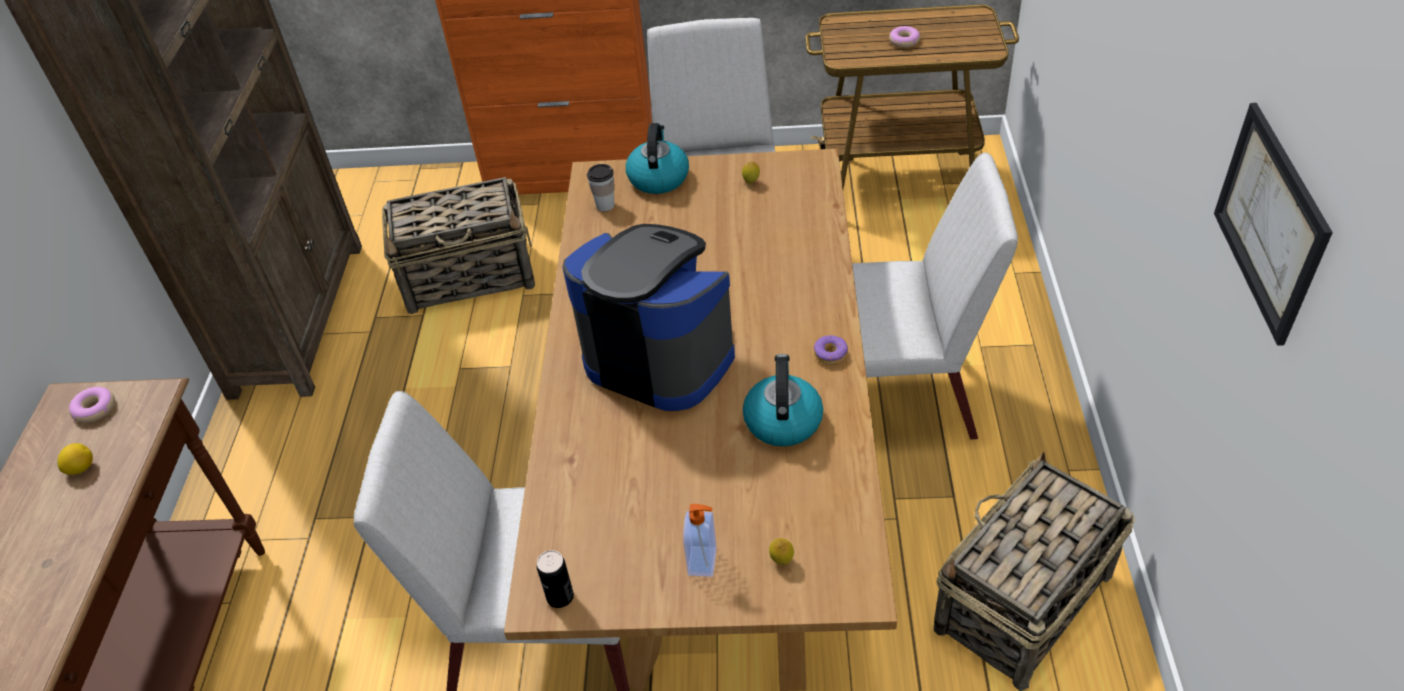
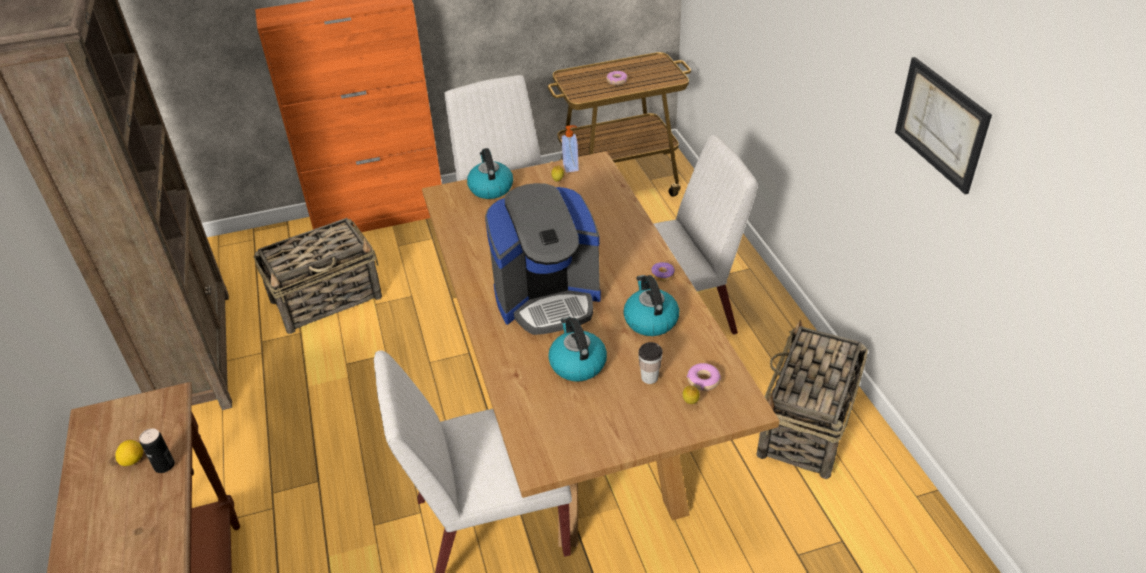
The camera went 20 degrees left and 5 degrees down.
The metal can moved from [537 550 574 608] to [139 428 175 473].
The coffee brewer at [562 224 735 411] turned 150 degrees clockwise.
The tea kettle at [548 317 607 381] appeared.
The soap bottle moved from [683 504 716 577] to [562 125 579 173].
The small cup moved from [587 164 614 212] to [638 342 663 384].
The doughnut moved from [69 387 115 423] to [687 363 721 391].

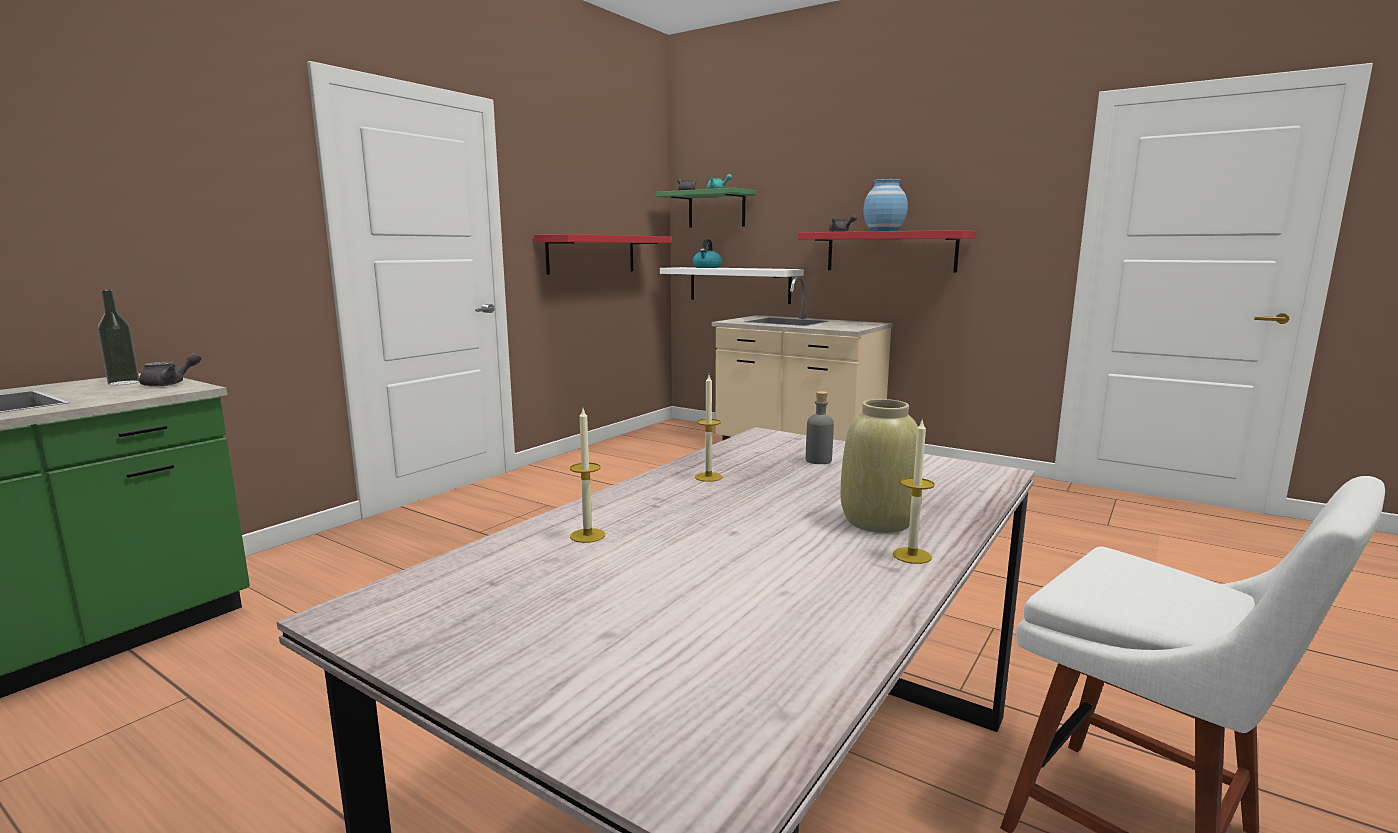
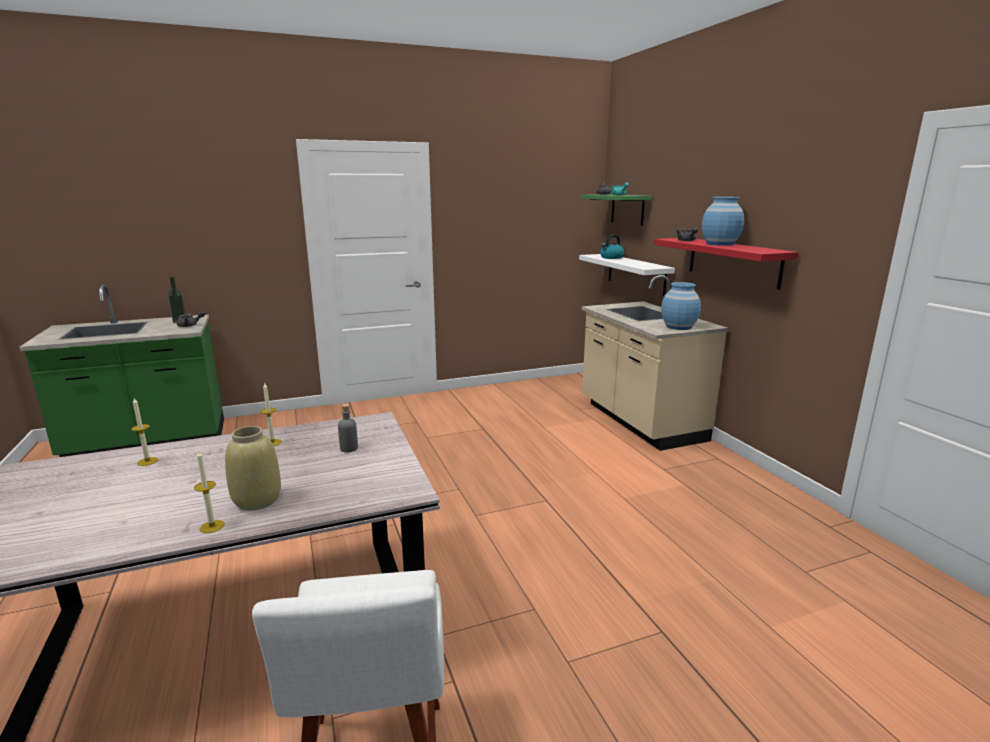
The camera went 35 degrees right and 5 degrees up.
The blue flower vase at [661 282 701 330] appeared.
The red-coloured bracket shelf at [534 234 672 275] disappeared.

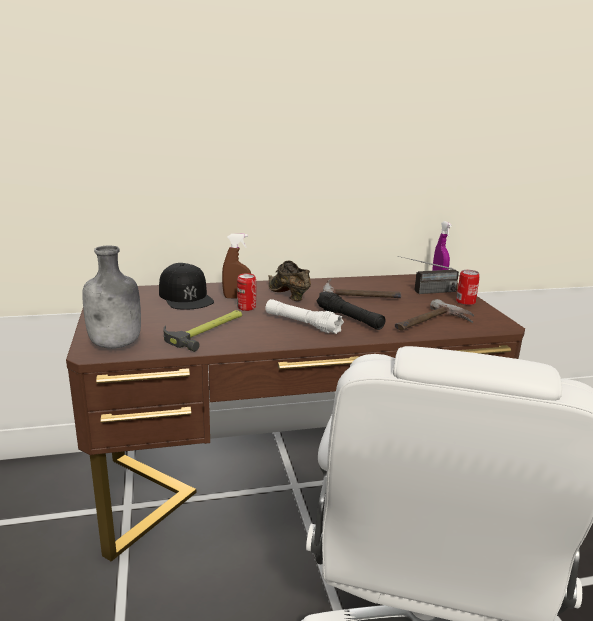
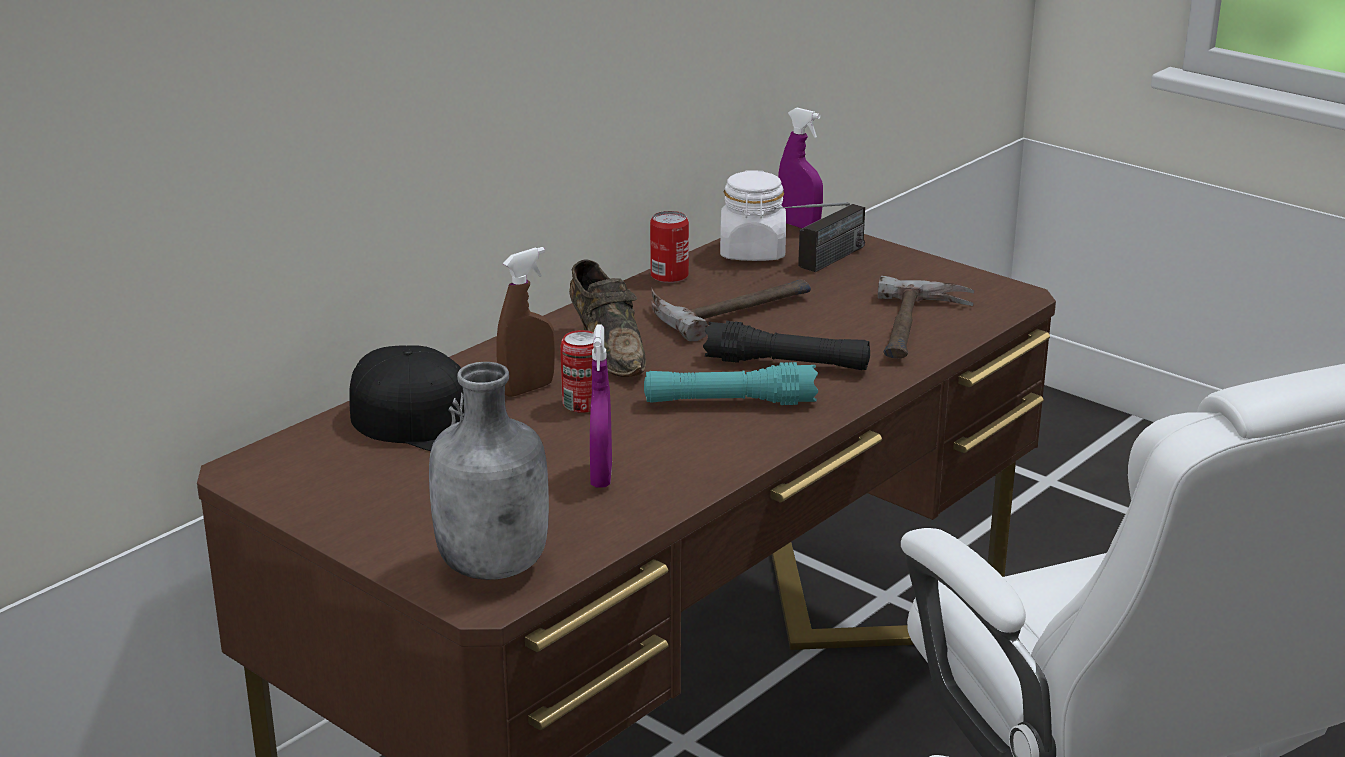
The camera went 35 degrees left and 5 degrees up.
The brownish shoe at [268 260 311 301] turned 135 degrees counterclockwise.
The hammer at [163 310 242 352] was replaced by the purple-coloured spray bottle at [590 324 612 488].
The white-coloured hand torch at [265 299 344 334] became the blue-green hand torch at [644 362 818 405].
The metal can moved from [456 270 480 305] to [650 211 689 283].
The white-coloured preserve jar at [720 170 786 261] appeared.

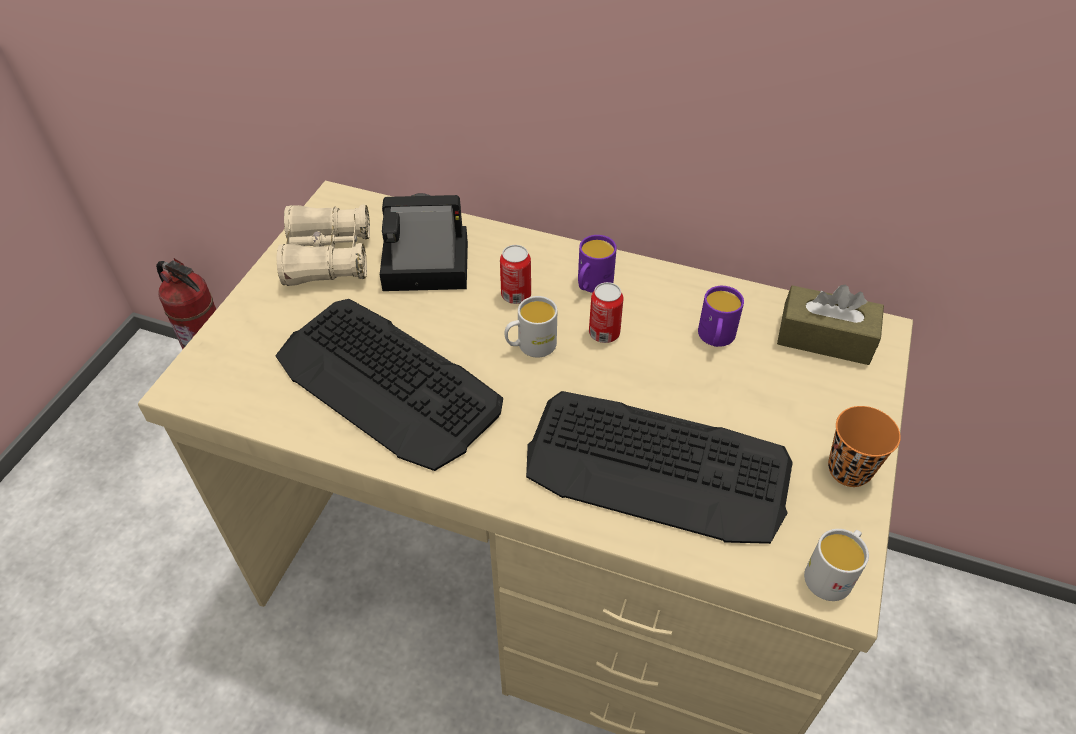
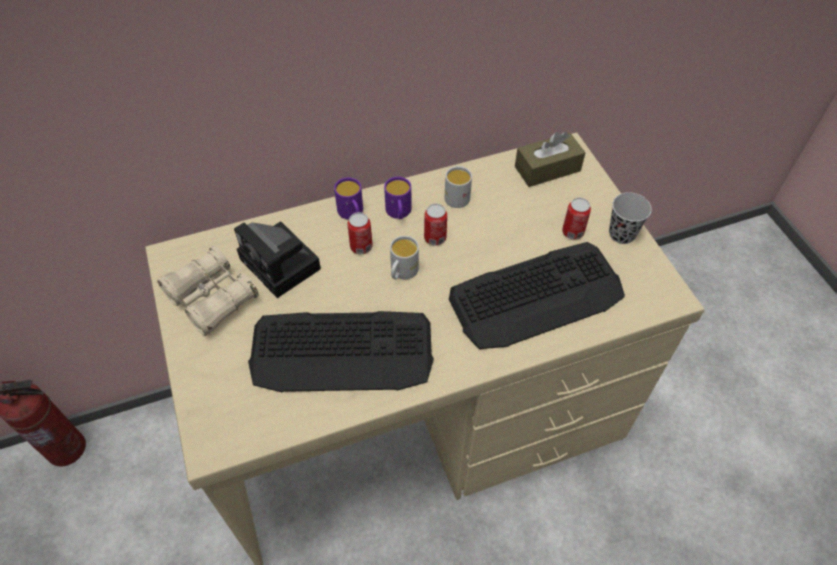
The camera went 40 degrees left and 5 degrees up.
The photo camera at [380 193 468 291] turned 90 degrees counterclockwise.
The purple-coloured coffee mug moved from [698 286 744 347] to [334 177 363 219].
The white-coloured coffee mug moved from [804 529 869 601] to [445 166 472 208].
The metal can at [562 198 591 239] appeared.
The orange small cup at [828 406 901 487] became the blackish small cup at [609 192 652 244].

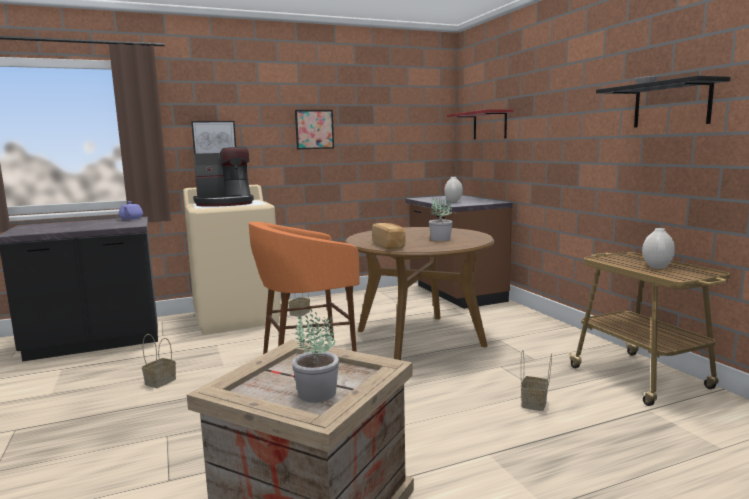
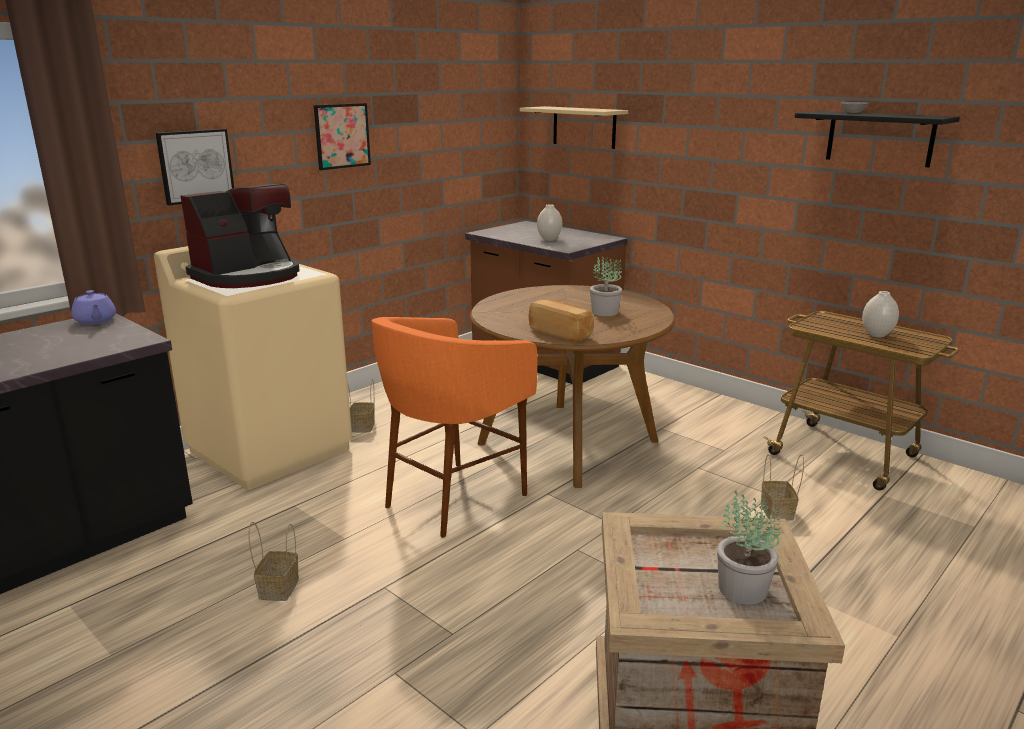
The camera went 25 degrees left and 10 degrees up.
The red-coloured bracket shelf at [447 109 513 140] became the beige-coloured bracket shelf at [520 106 628 149].

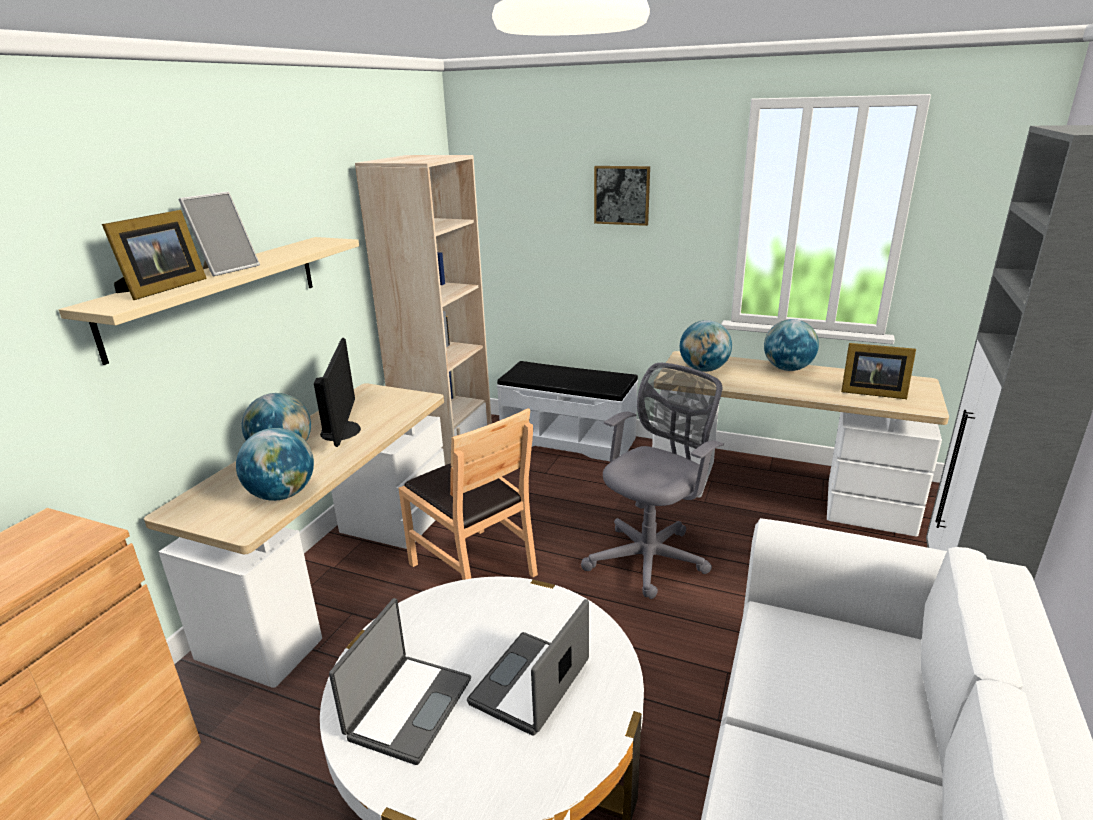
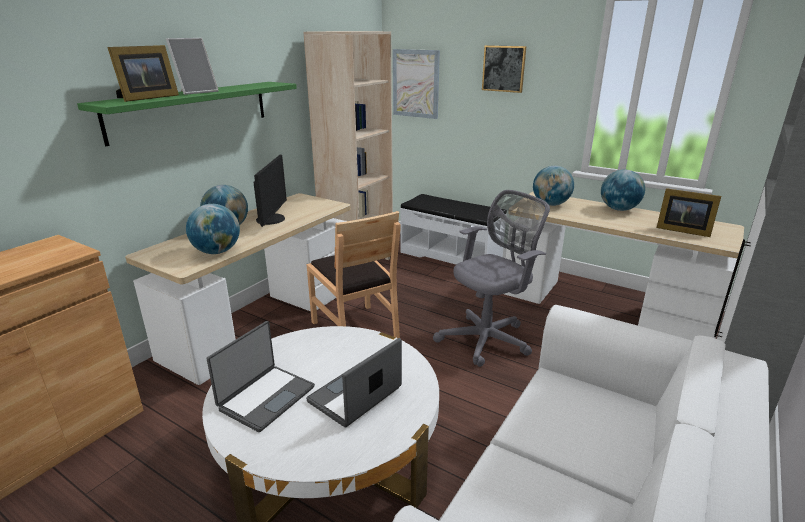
The camera went 10 degrees right and 0 degrees up.
The beige-coloured bracket shelf at [59 237 359 365] became the green-coloured bracket shelf at [77 82 297 146].
The wall art at [393 49 440 119] appeared.

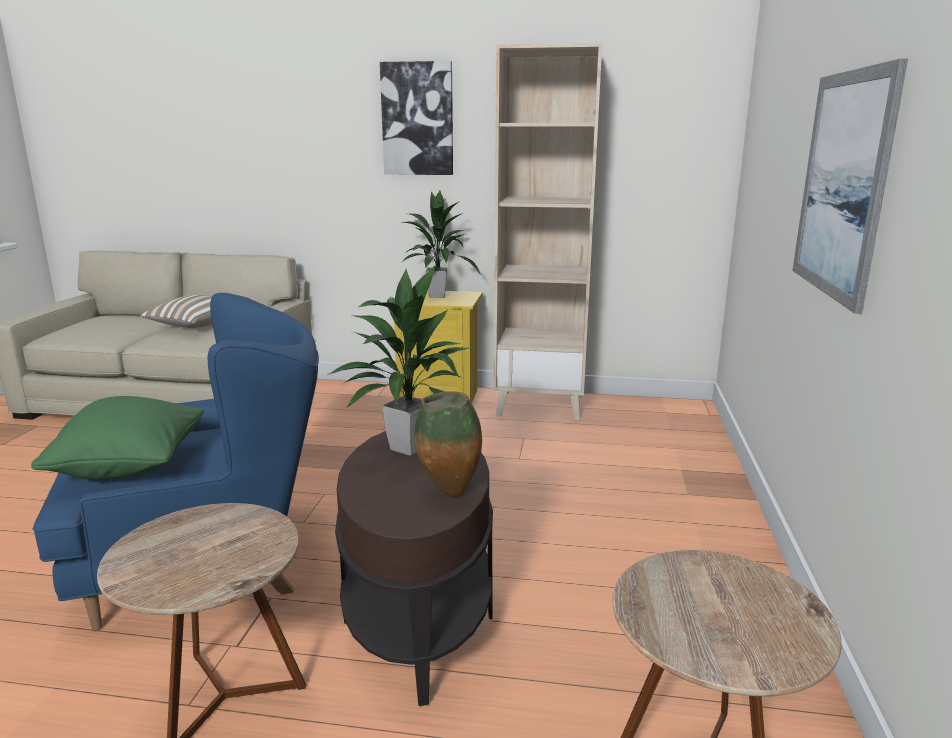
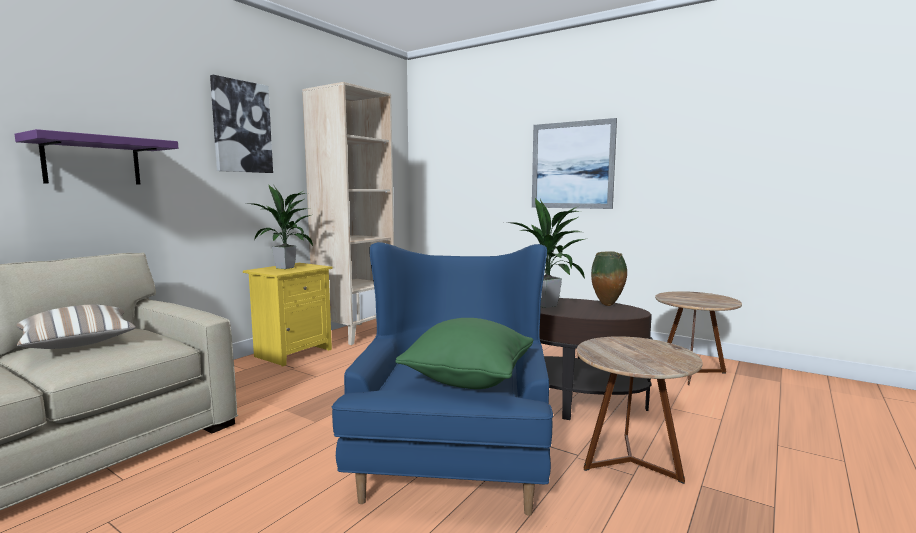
The camera went 65 degrees left and 10 degrees down.
The purple-coloured bracket shelf at [15 129 178 185] appeared.

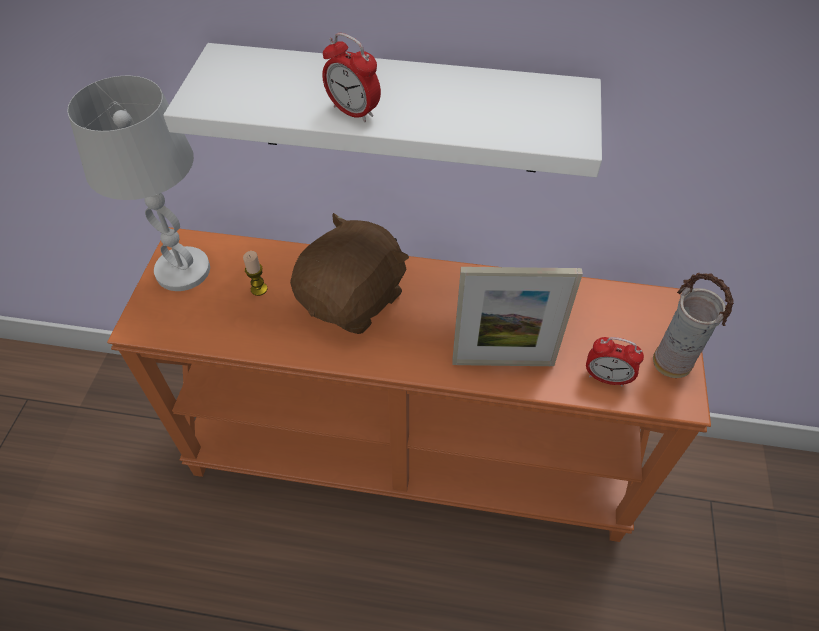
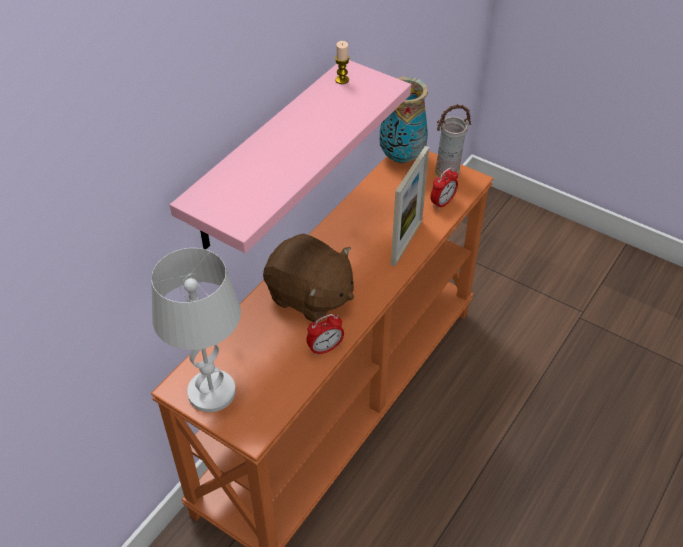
The camera went 65 degrees left and 5 degrees down.
The white-coloured bracket shelf at [163 43 602 177] became the pink-coloured bracket shelf at [170 60 411 253].
The brownish plush toy at [290 213 409 334] turned 150 degrees clockwise.
The bedside clock moved from [322 33 381 122] to [306 314 344 356].
The wax candle moved from [243 251 268 296] to [335 41 349 84].
The flower vase at [380 77 428 164] appeared.

